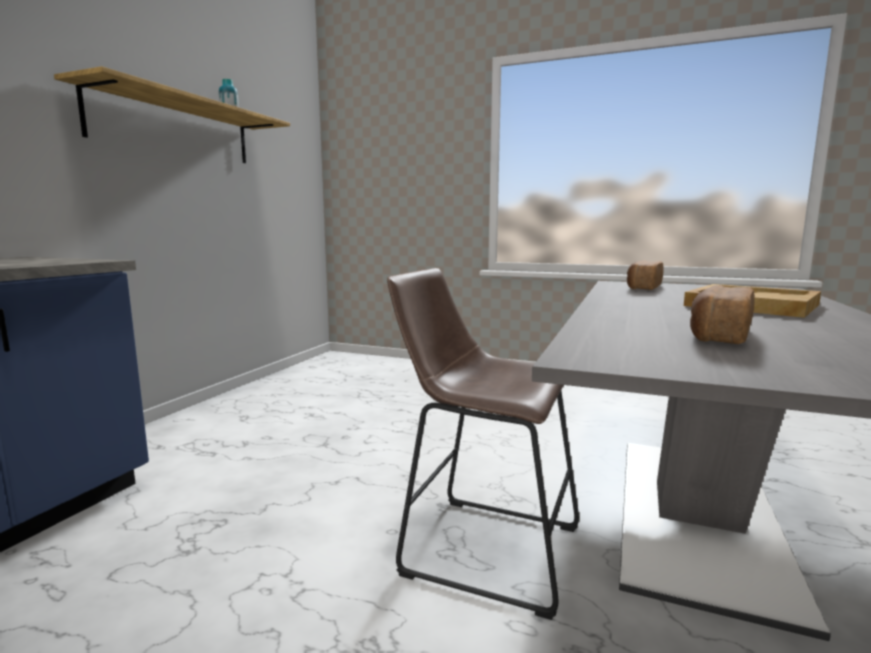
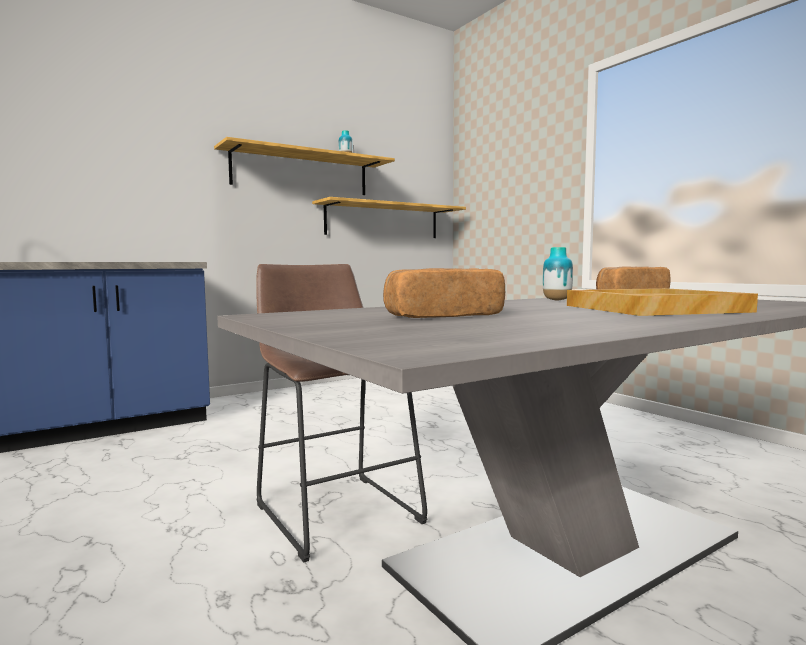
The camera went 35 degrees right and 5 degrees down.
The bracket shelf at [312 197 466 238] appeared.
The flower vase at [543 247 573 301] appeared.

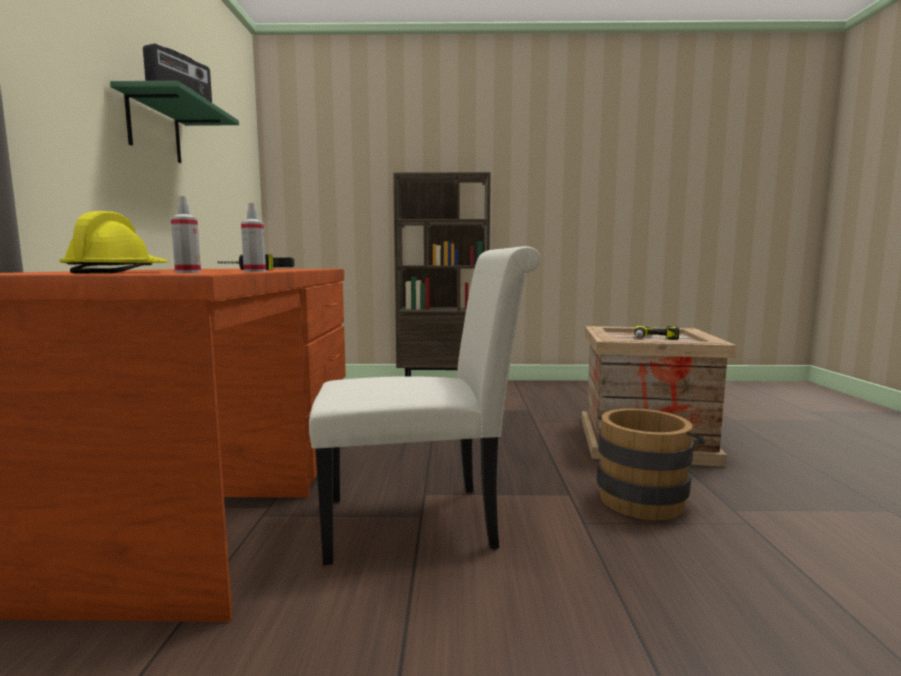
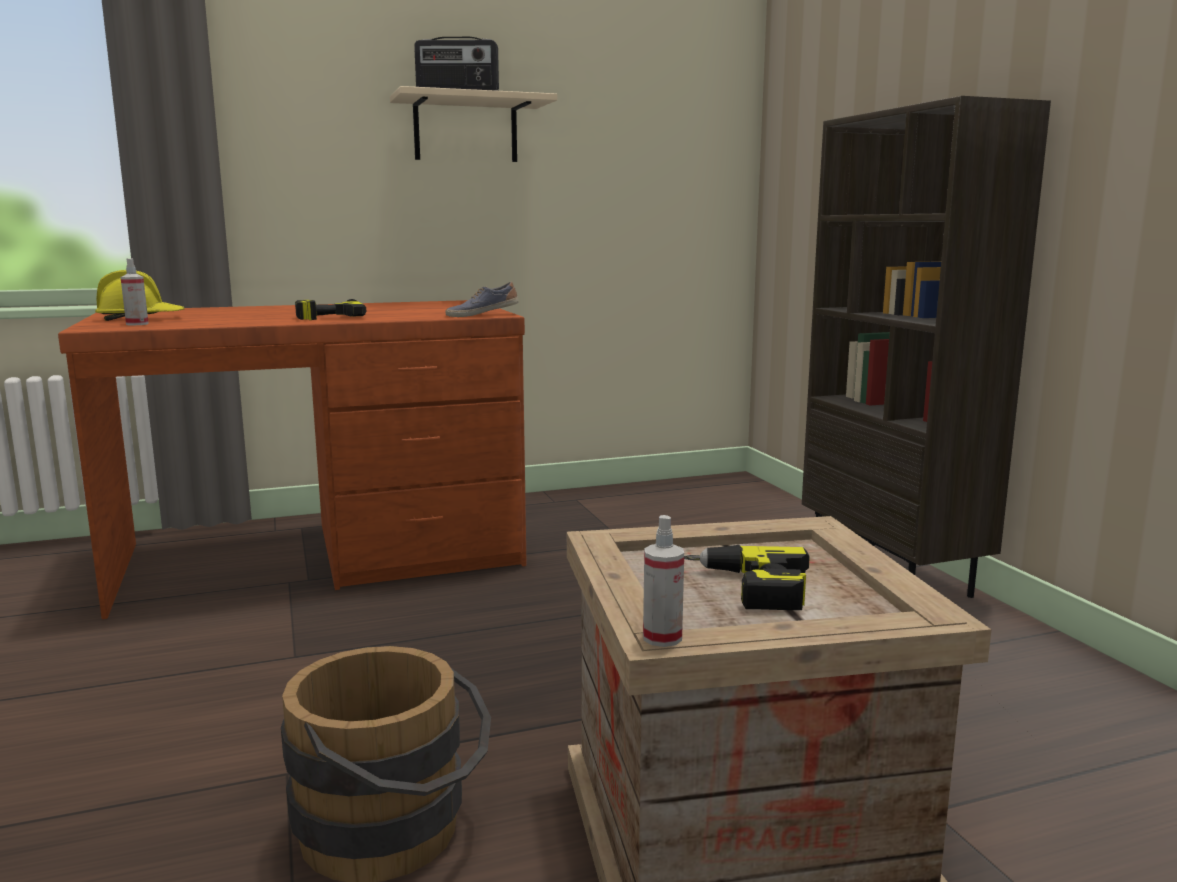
The camera went 70 degrees right and 5 degrees up.
The green-coloured bracket shelf at [110 81 239 163] became the beige-coloured bracket shelf at [390 86 557 162].
The shoe at [445 282 519 317] appeared.
The spray bottle moved from [241 203 266 272] to [643 515 684 647].
The white-coloured plain chair at [309 246 541 565] disappeared.

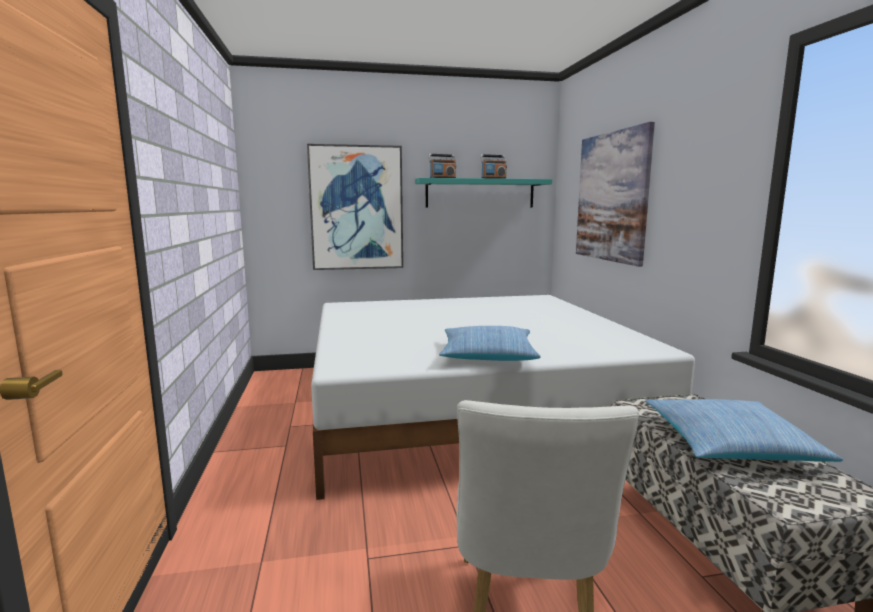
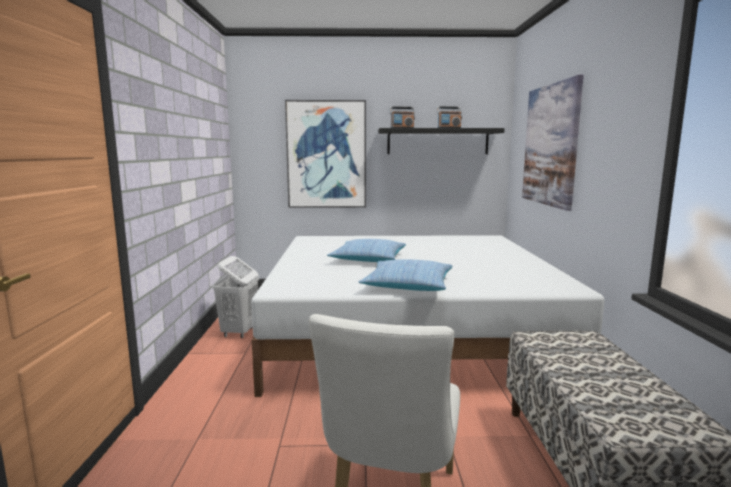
The camera went 10 degrees right and 0 degrees up.
The white-coloured hamper at [213 256 259 338] appeared.
The throw pillow moved from [646 399 843 462] to [327 239 406 262].
The blue-green bracket shelf at [415 178 552 208] became the blackish bracket shelf at [378 128 505 154].

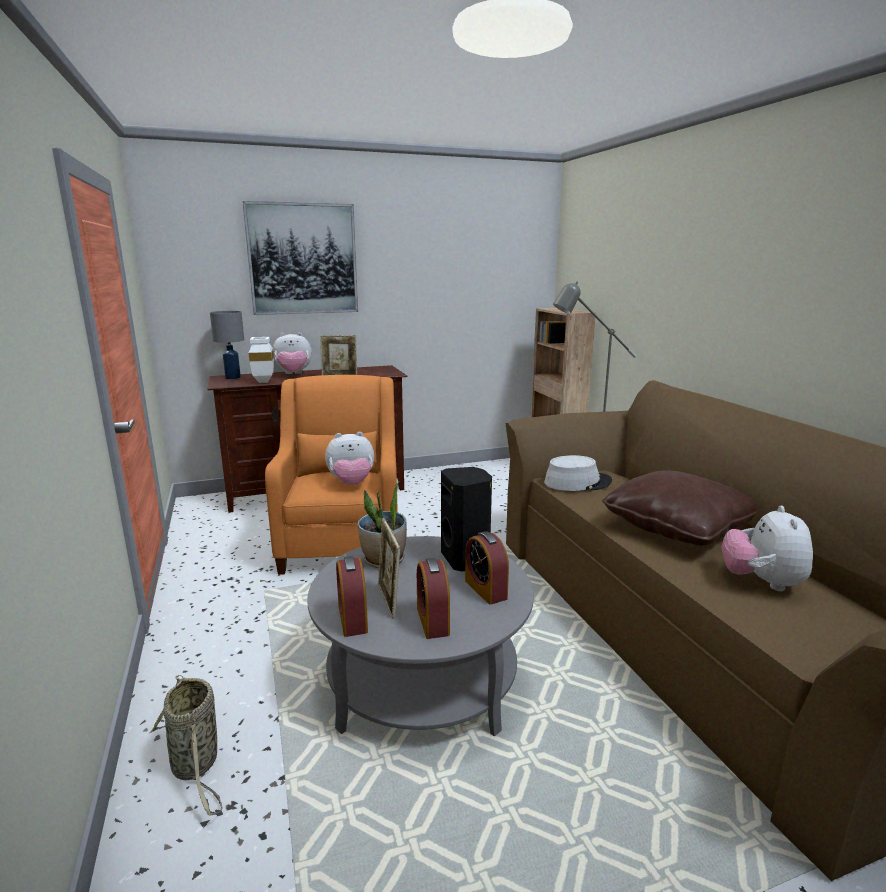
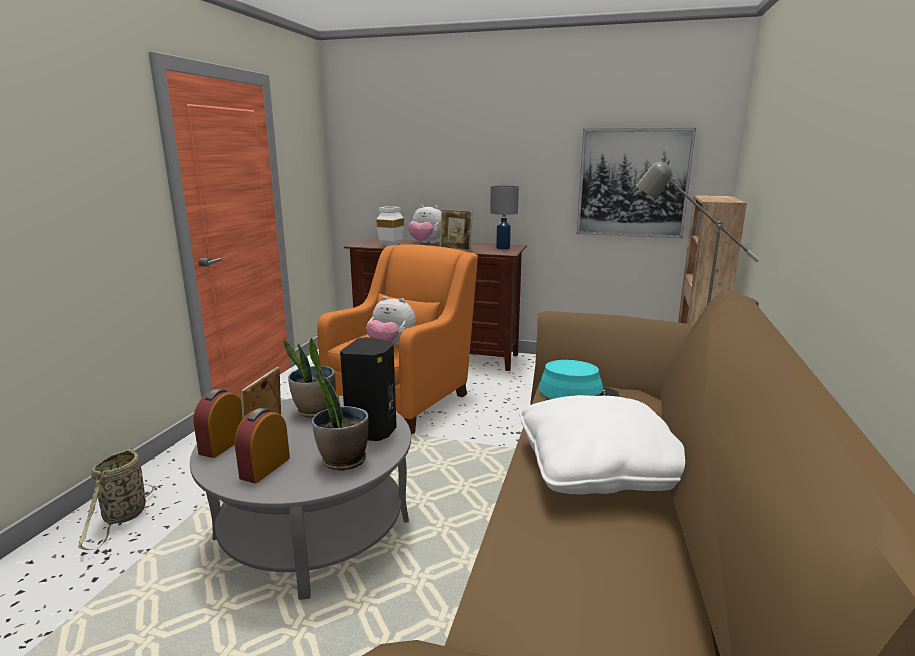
The camera went 35 degrees right and 0 degrees up.
The bedside clock at [465 531 509 605] was replaced by the potted plant at [312 368 369 471].
The greyish table lamp moved from [210 311 244 379] to [490 185 519 249].
The brownish throw pillow at [602 471 756 546] became the white-coloured throw pillow at [519 395 685 494].
The greyish clothing hat at [544 455 612 491] became the blue-green clothing hat at [539 360 619 399].
The wall art moved from [243 201 358 315] to [577 128 696 238].
The plush toy at [721 506 813 591] disappeared.

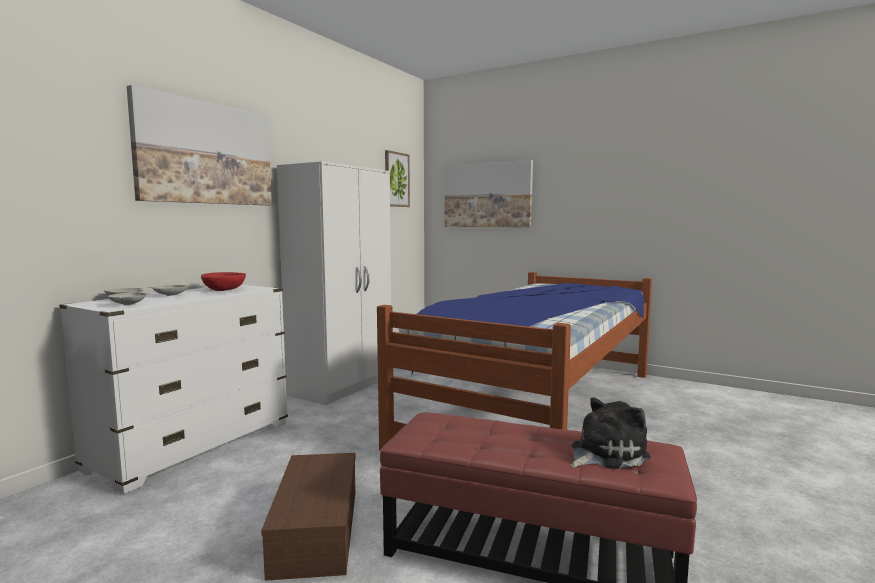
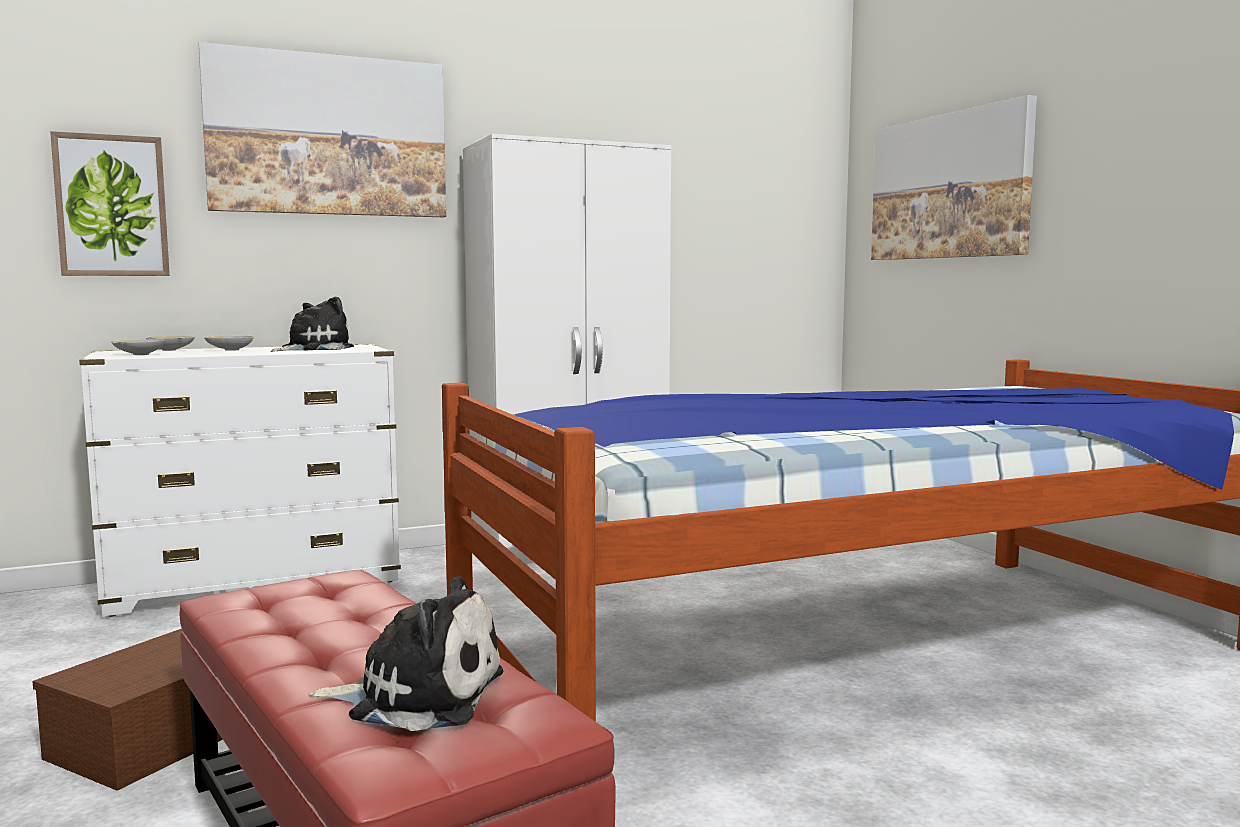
The camera went 35 degrees right and 0 degrees up.
The wall art moved from [385 150 410 207] to [50 131 170 276].
The red-coloured bowl at [201 272 246 291] was replaced by the plush toy at [270 297 354 352].

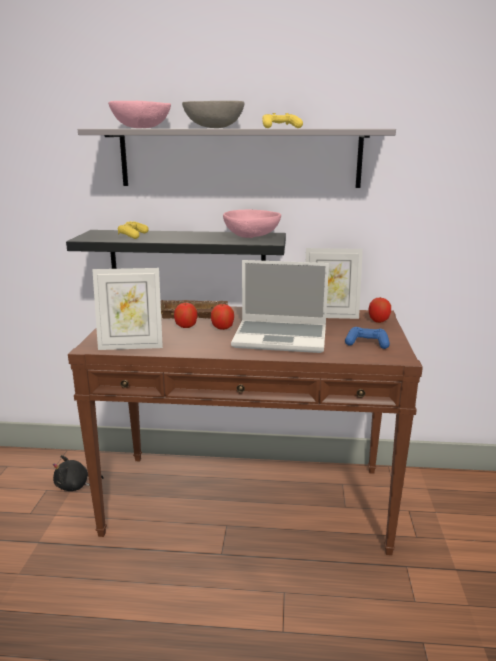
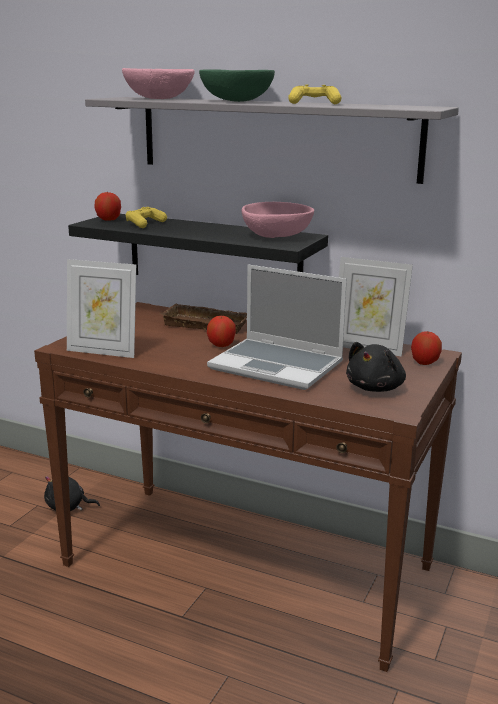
The camera went 20 degrees right and 0 degrees up.
The apple fruit moved from [174 303 198 328] to [95 192 121 221].
The greyish bowl at [182 101 244 128] became the green-coloured bowl at [199 69 275 102].
The blue gamepad at [345 327 390 349] was replaced by the blackish plush toy at [346 342 406 392].

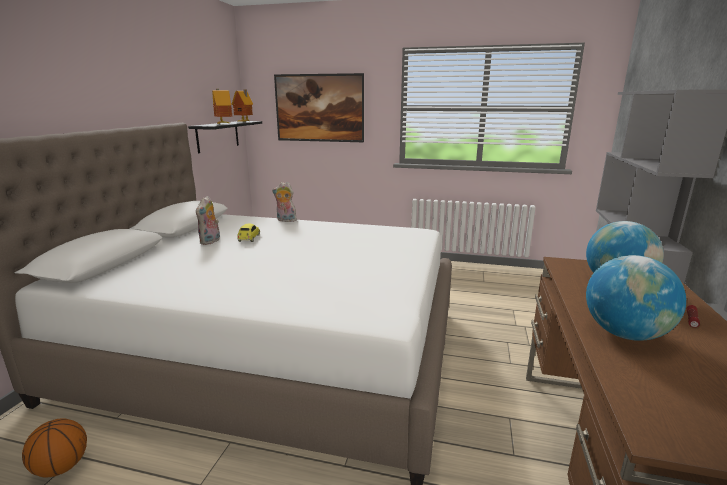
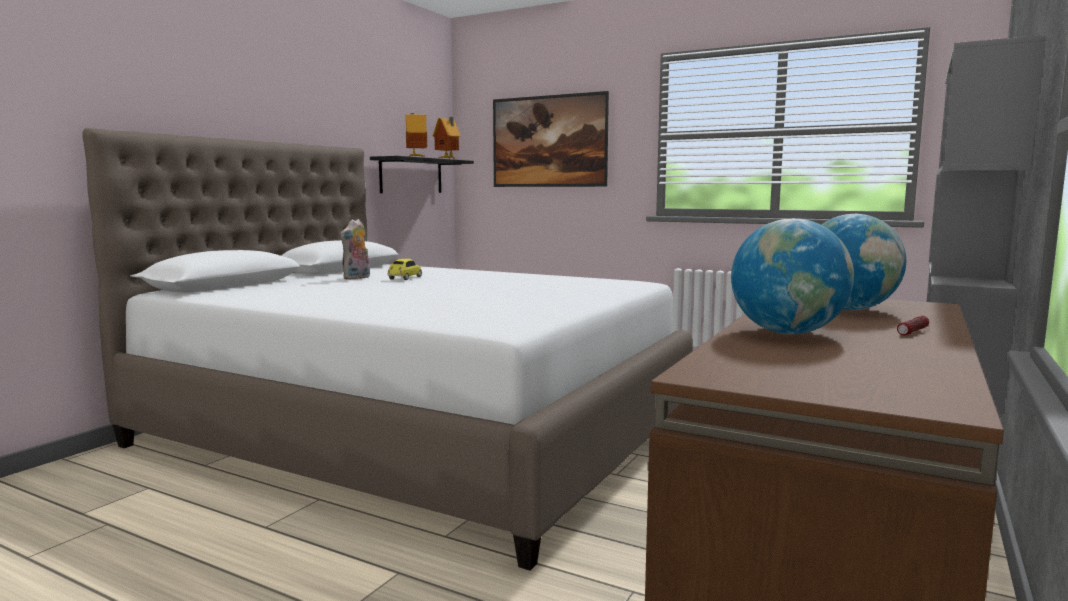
The camera went 15 degrees right and 10 degrees down.
The basketball at [22 419 87 478] disappeared.
The plush toy at [272 182 297 222] disappeared.

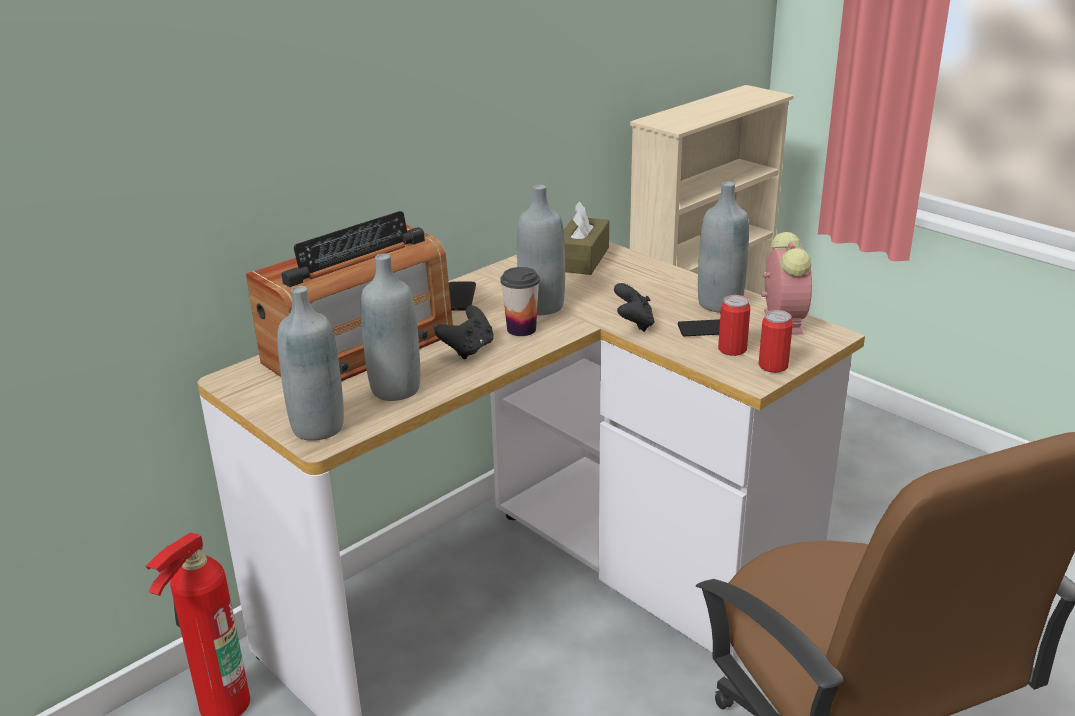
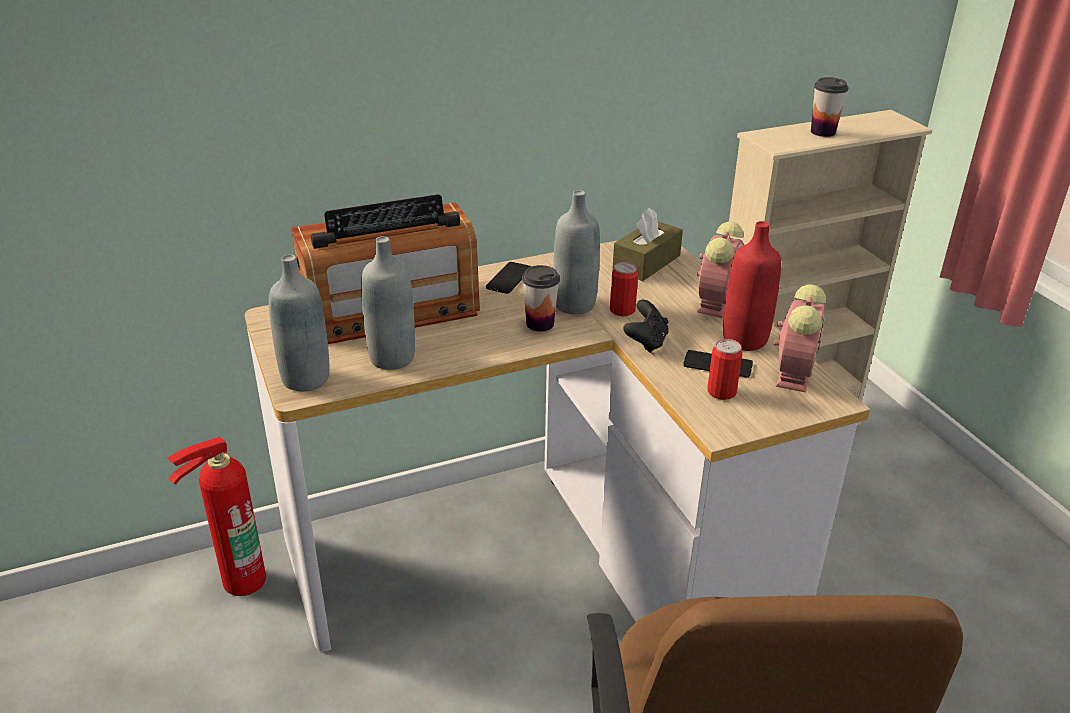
The camera went 20 degrees right and 5 degrees up.
The metal can moved from [758 310 793 373] to [610 262 638 316].
The bedside clock at [697 222 744 318] appeared.
The greyish drink bottle at [698 182 749 313] became the red-coloured drink bottle at [723 221 781 351].
The small cup at [811 77 849 137] appeared.
The blackish gamepad at [434 306 494 359] disappeared.

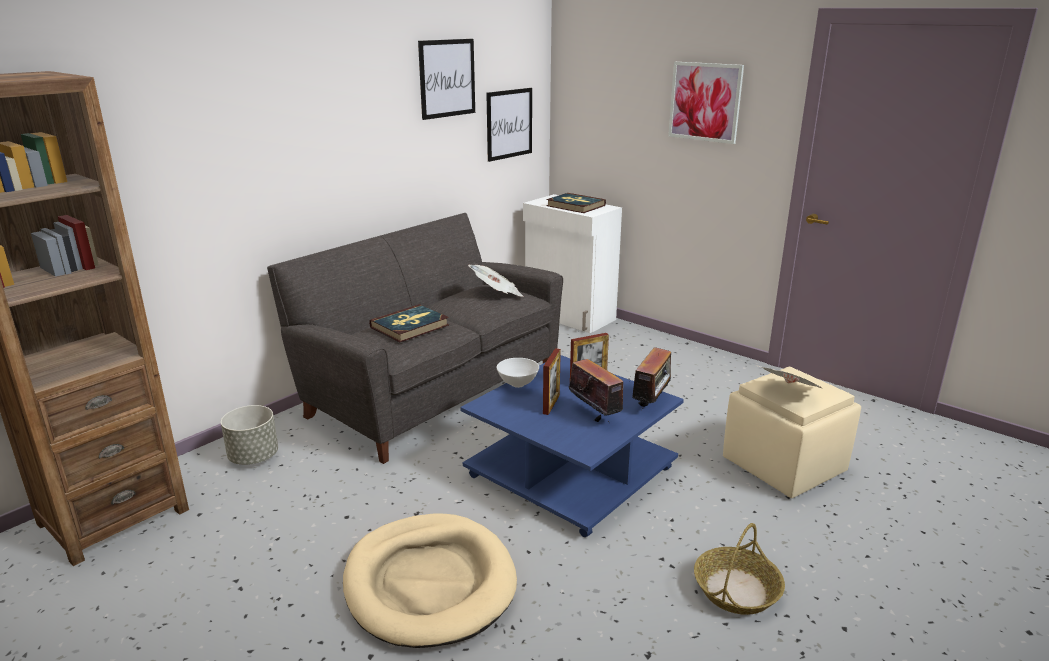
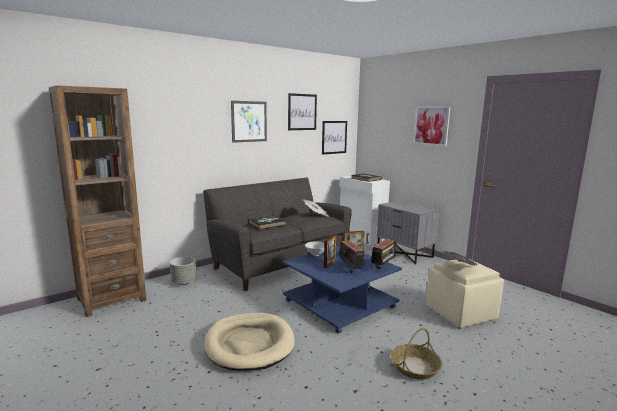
The camera went 10 degrees right and 10 degrees down.
The wall art at [231 101 267 143] appeared.
The greyish nightstand at [377 200 440 264] appeared.

